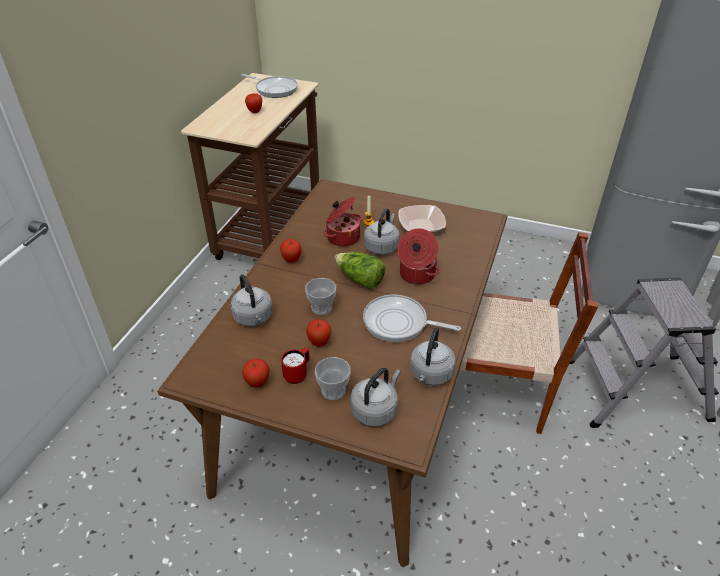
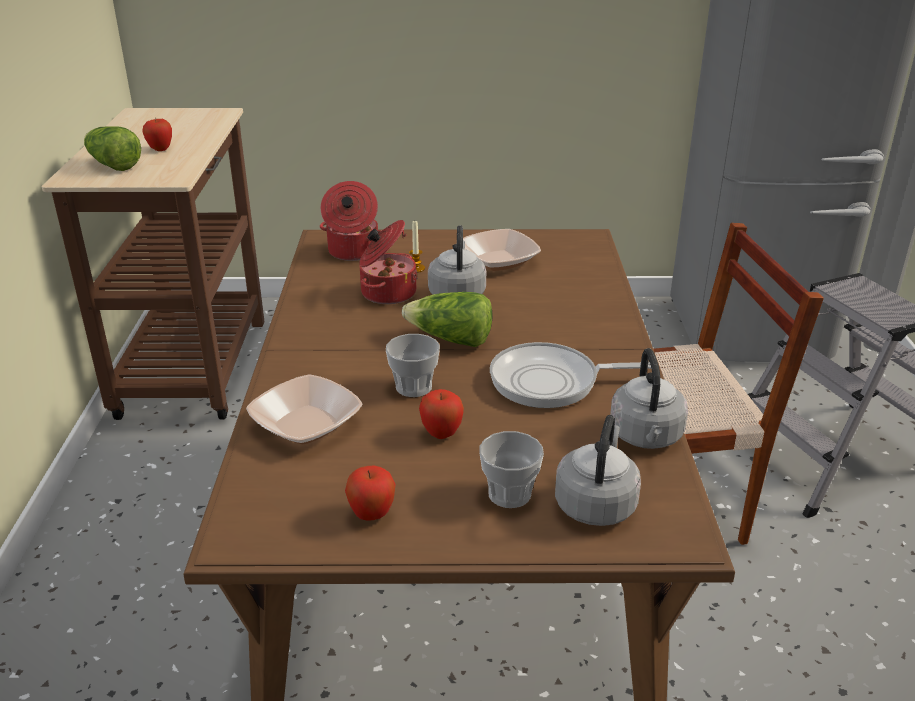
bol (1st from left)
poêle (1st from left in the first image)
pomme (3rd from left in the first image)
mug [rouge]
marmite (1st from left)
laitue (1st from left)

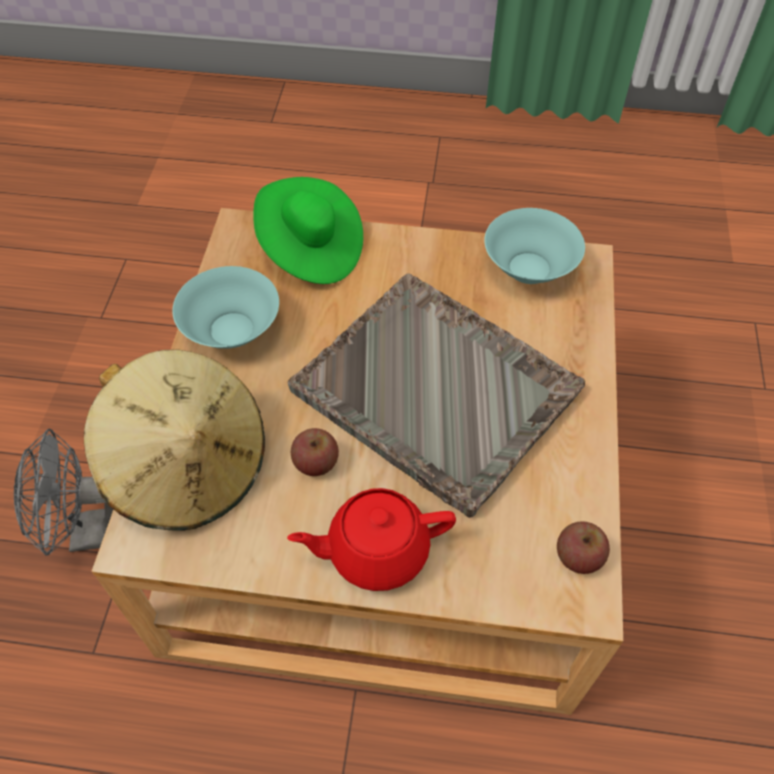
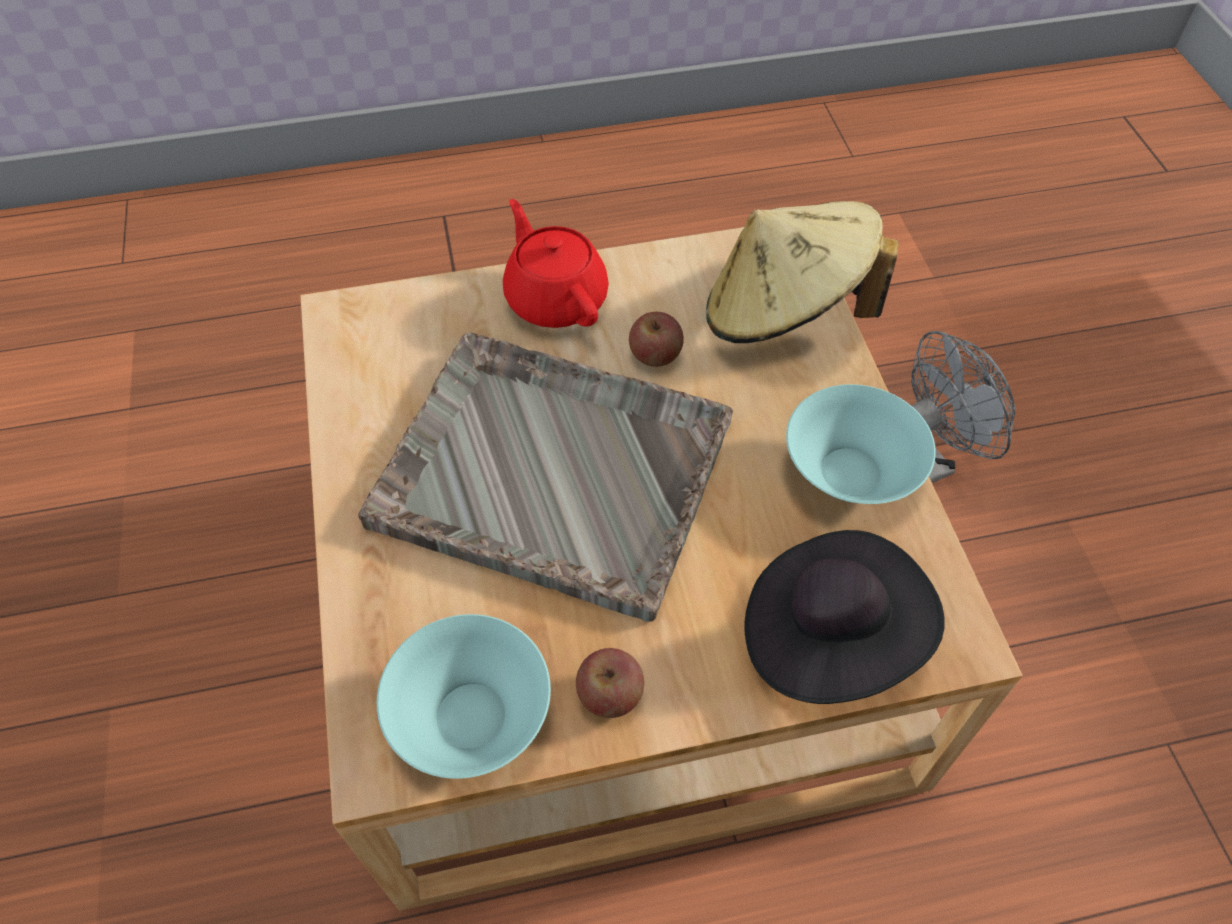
chapeau [noir]
théière [rouge]
pomme (1st from left)

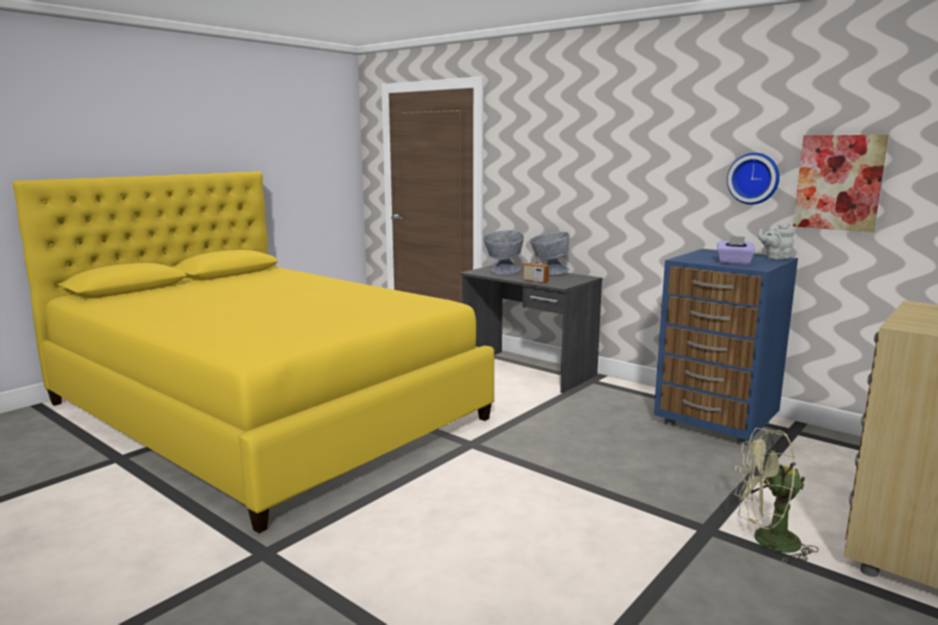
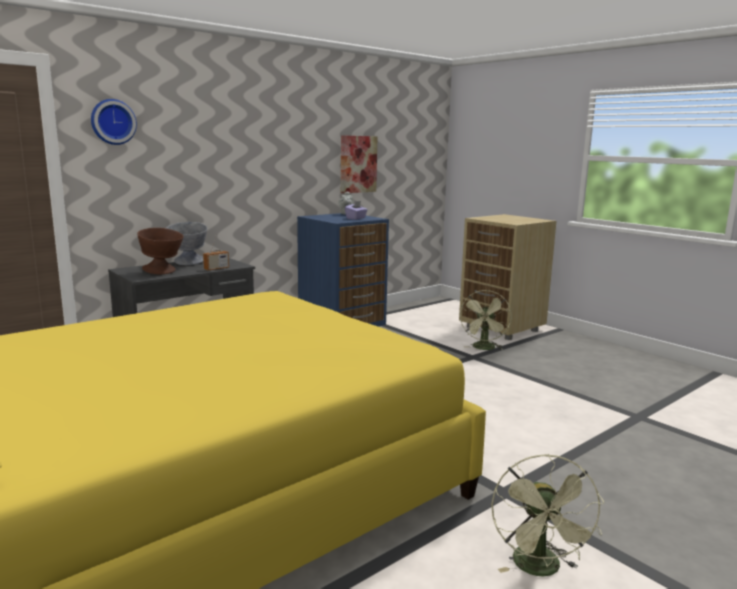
bol [marron]
horloge murale
ventilateur [vert] (2nd from left)

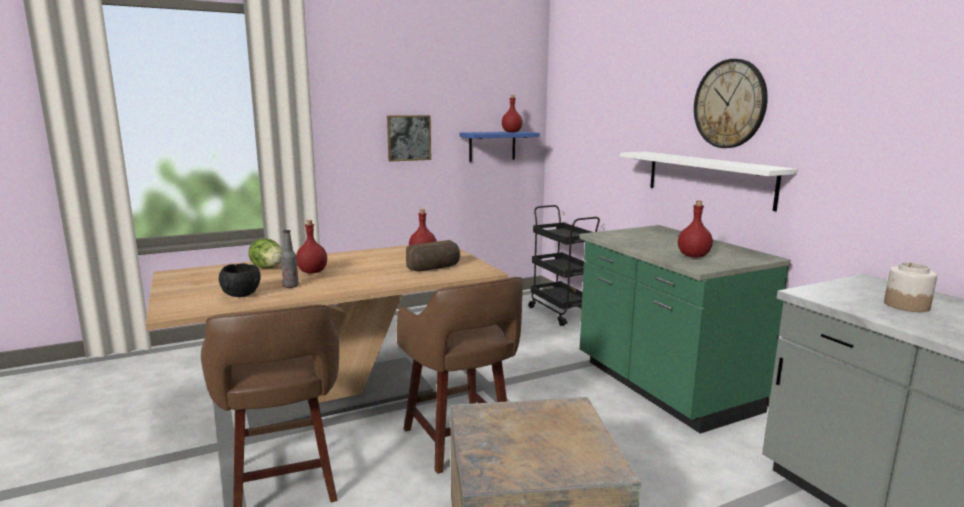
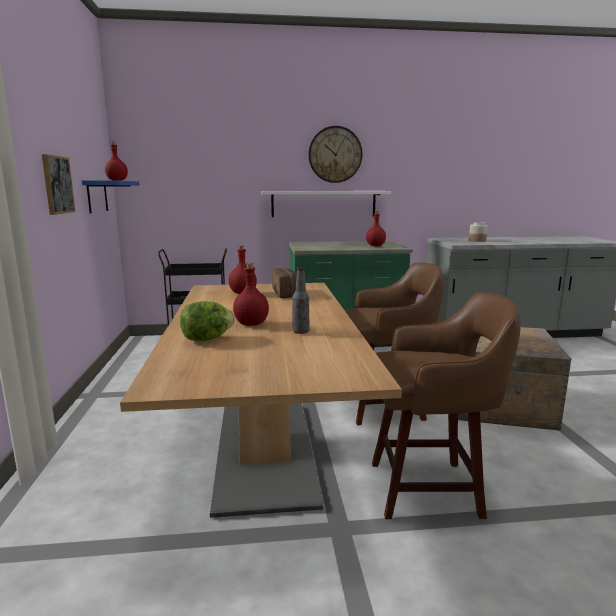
bol [noir]

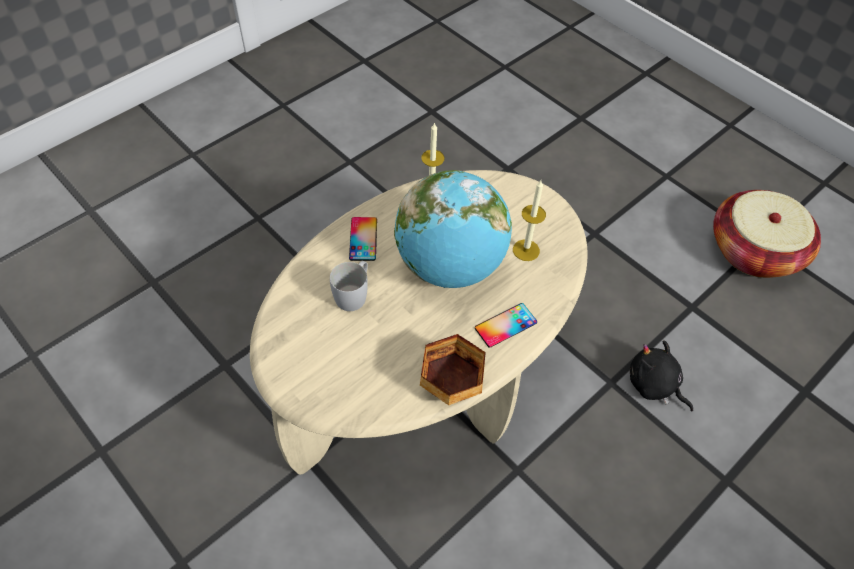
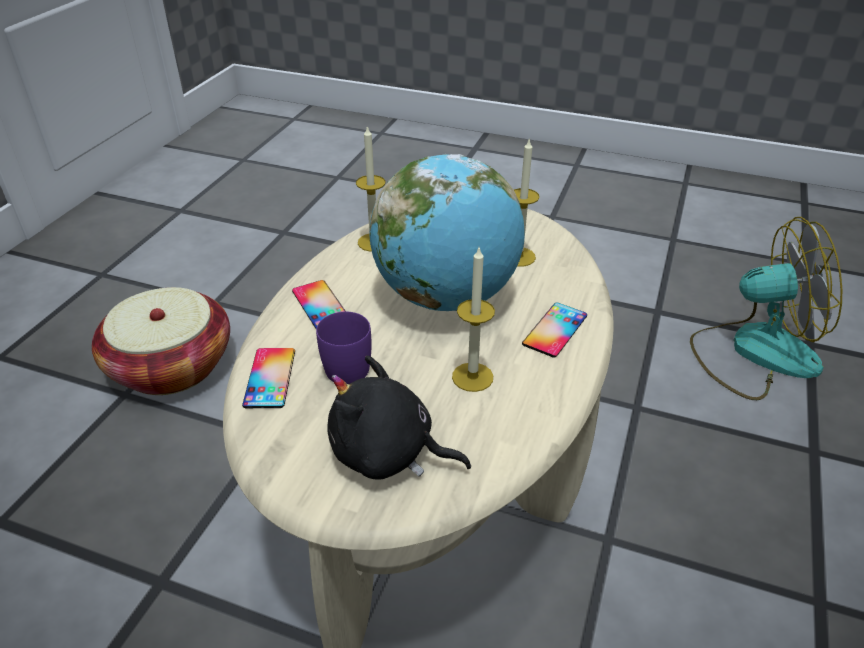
mug [violet]
bol
peluche [noir]
panier
téléphone (1st from left)
bougie (2nd from left)
ventilateur

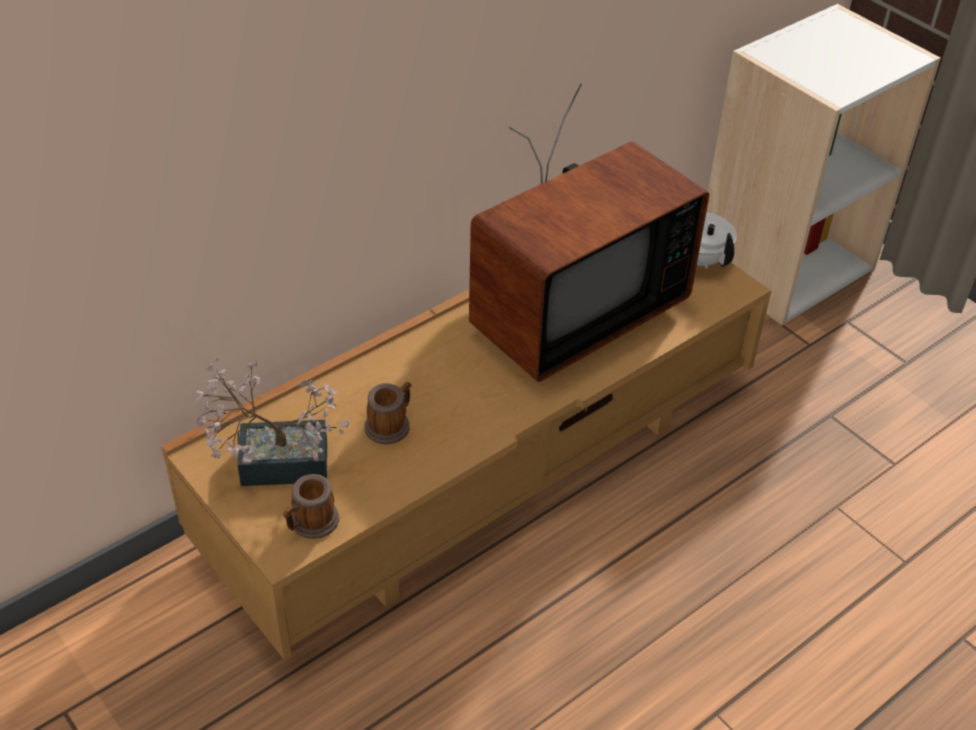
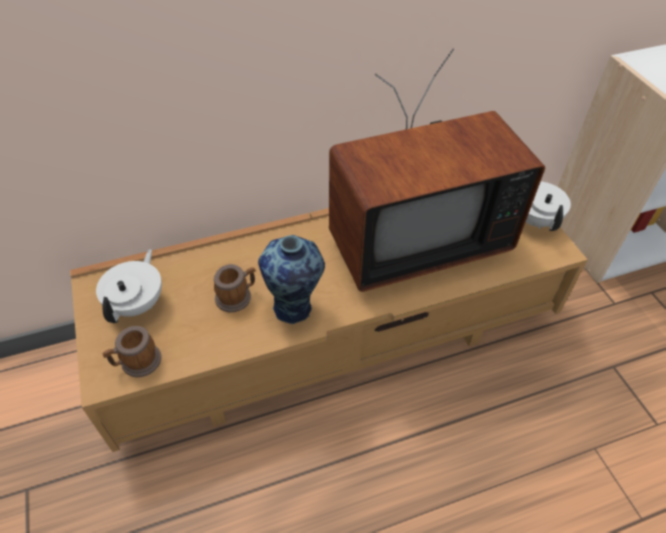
théière [blanc] (1st from left)
vase

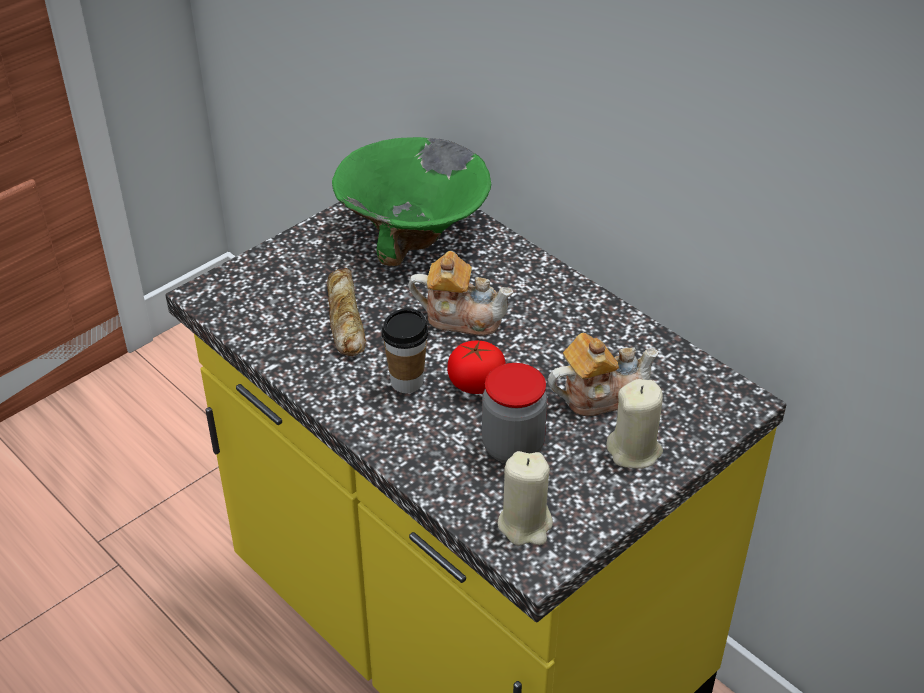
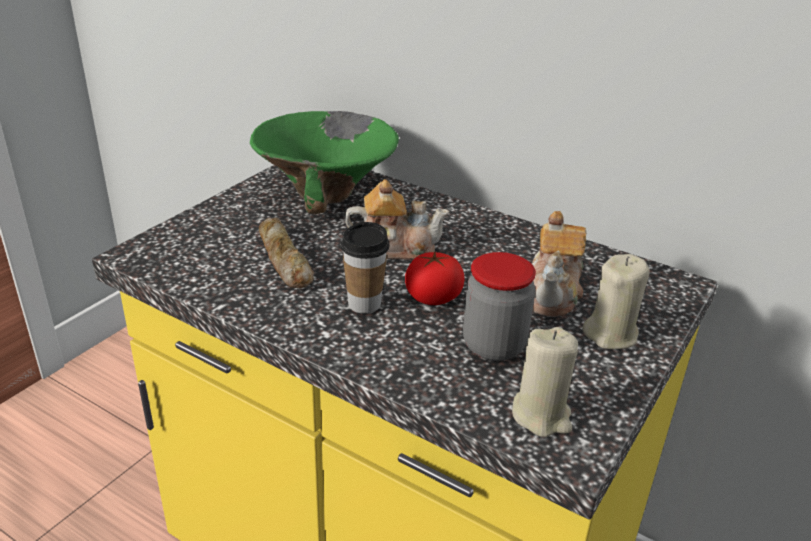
théière (2nd from left)

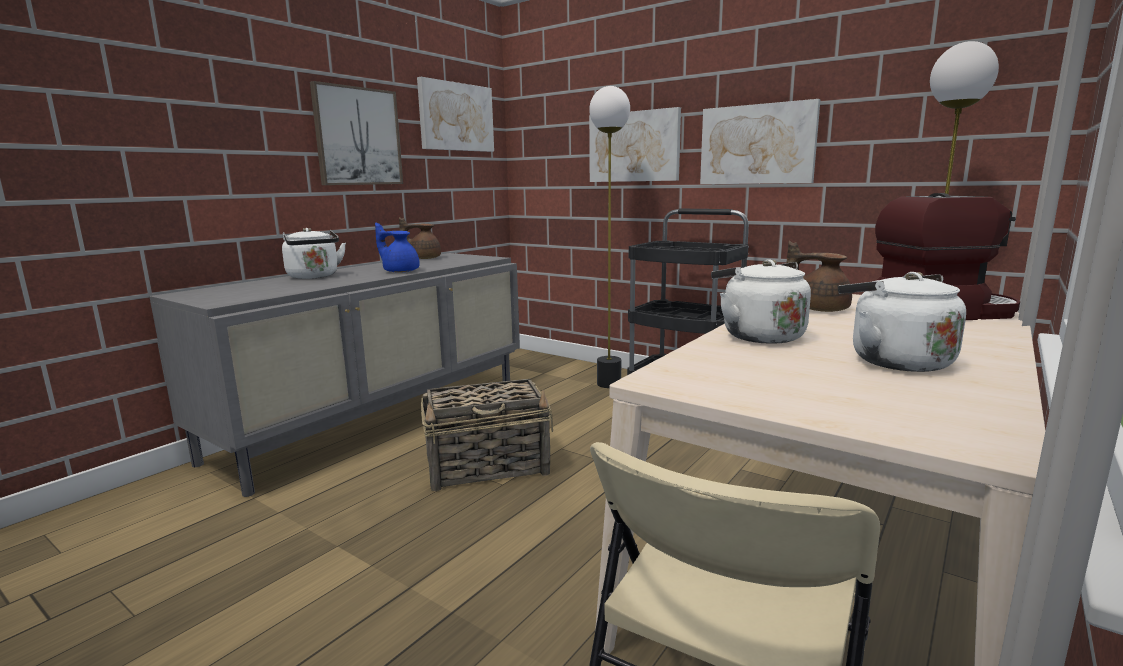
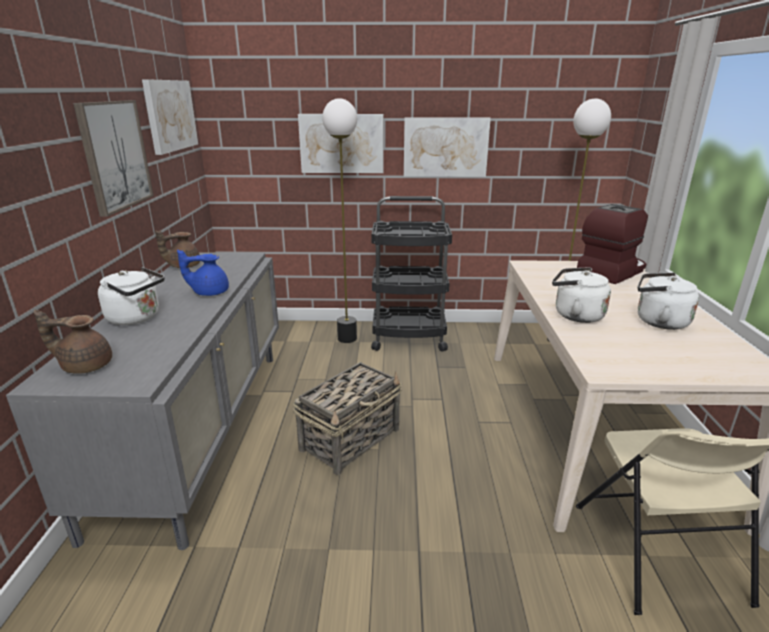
théière [marron] (1st from left)

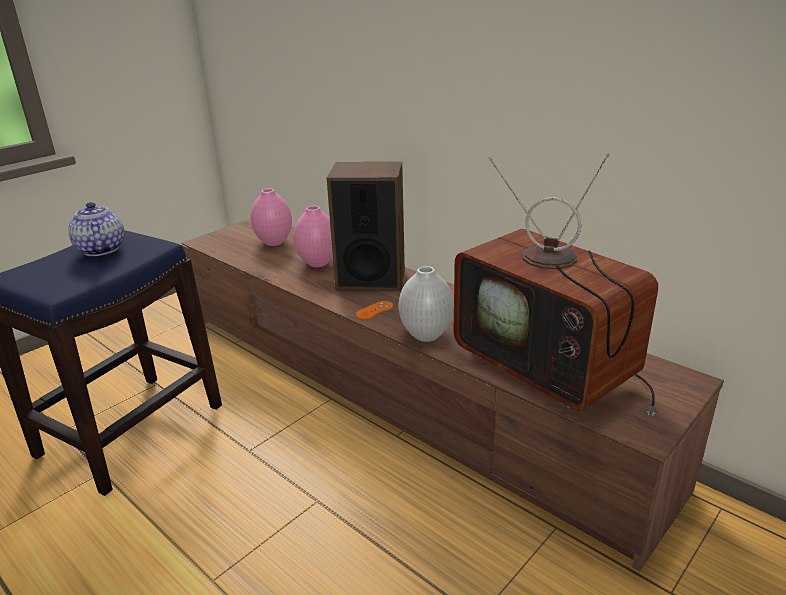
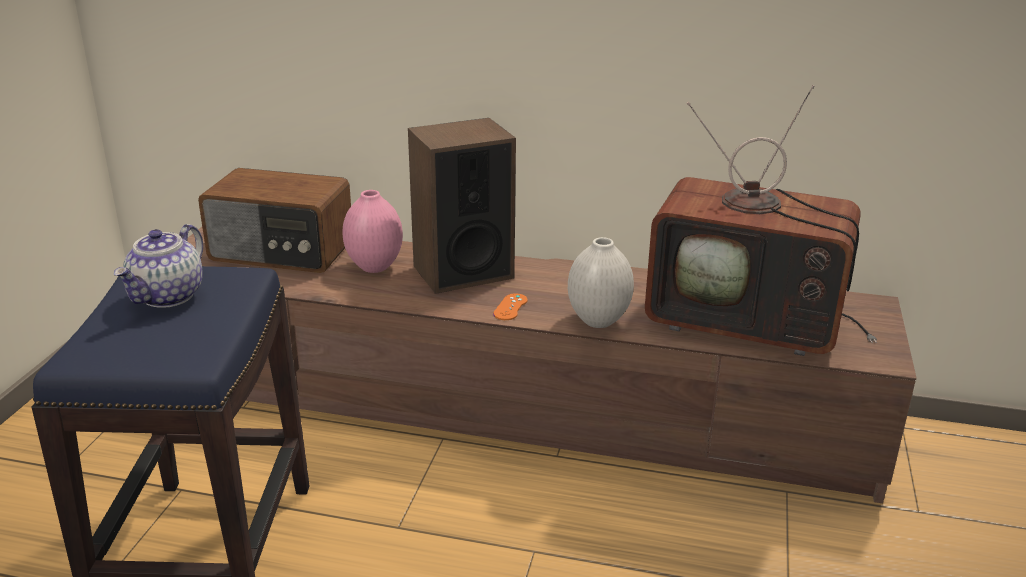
théière
radio

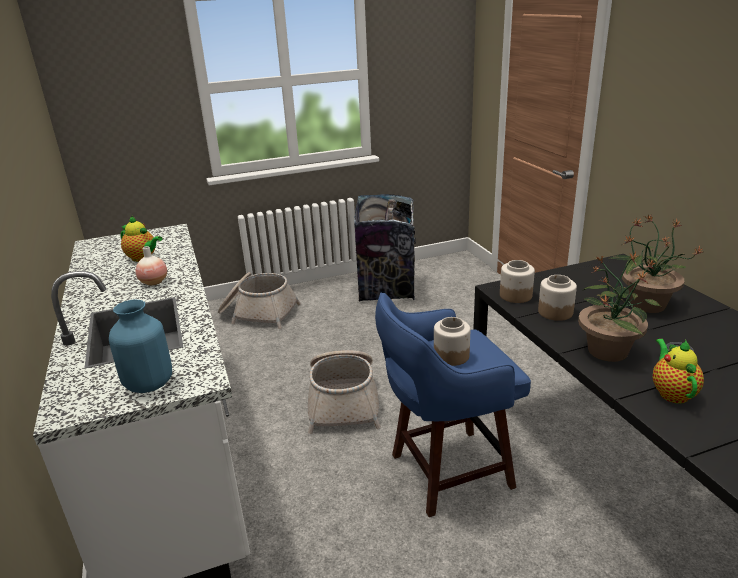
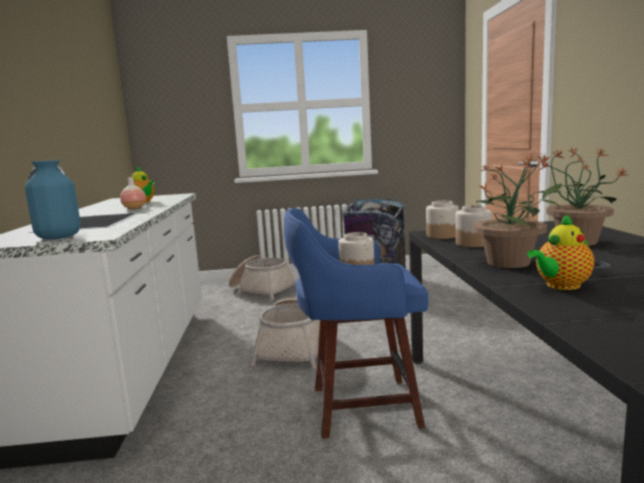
théière (2nd from left)

